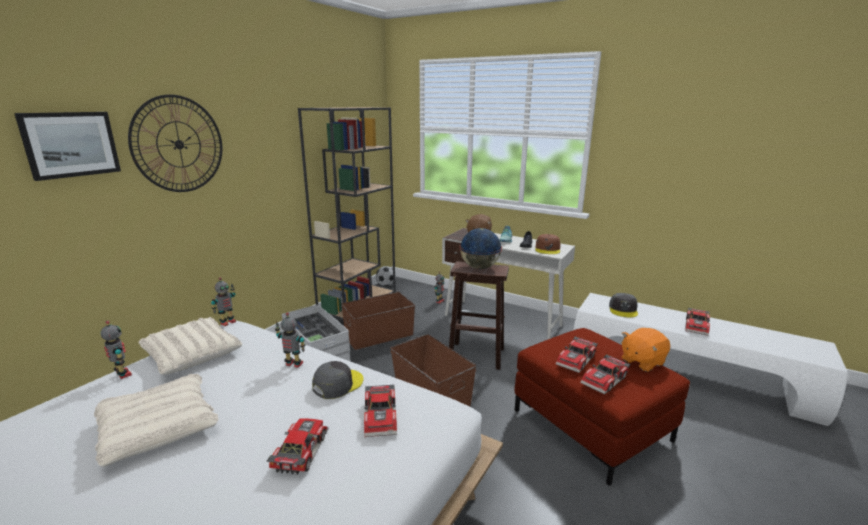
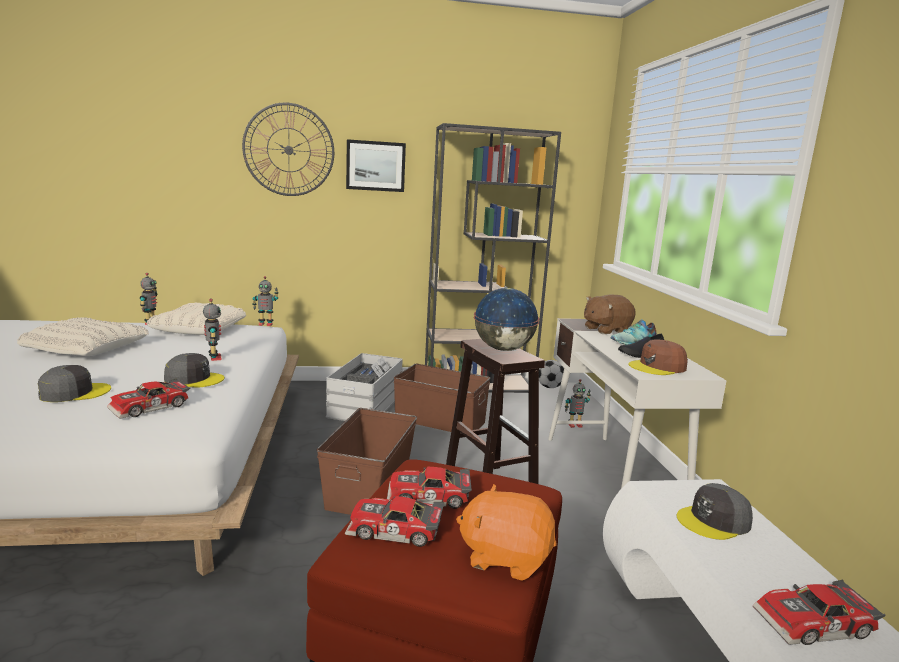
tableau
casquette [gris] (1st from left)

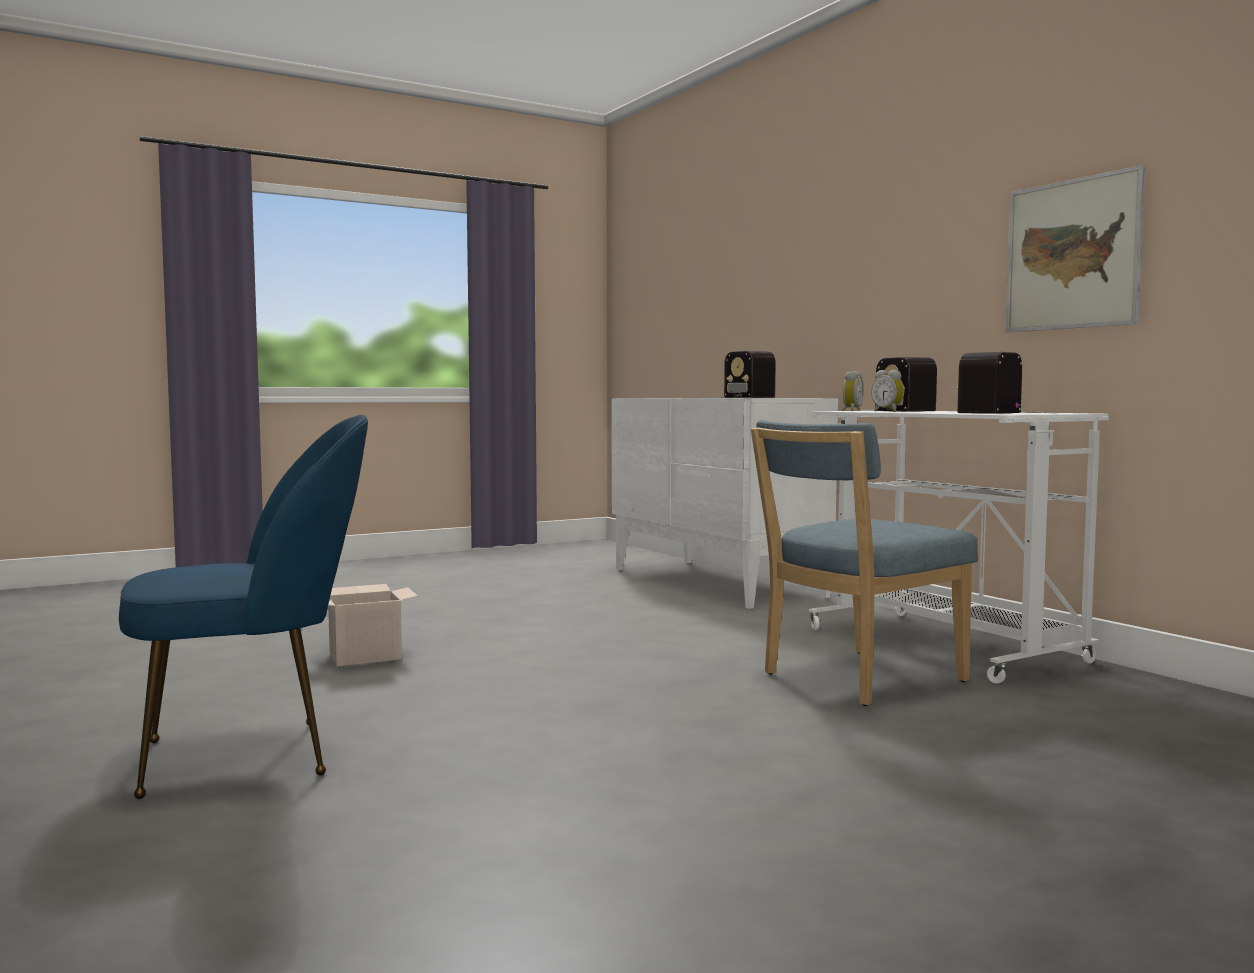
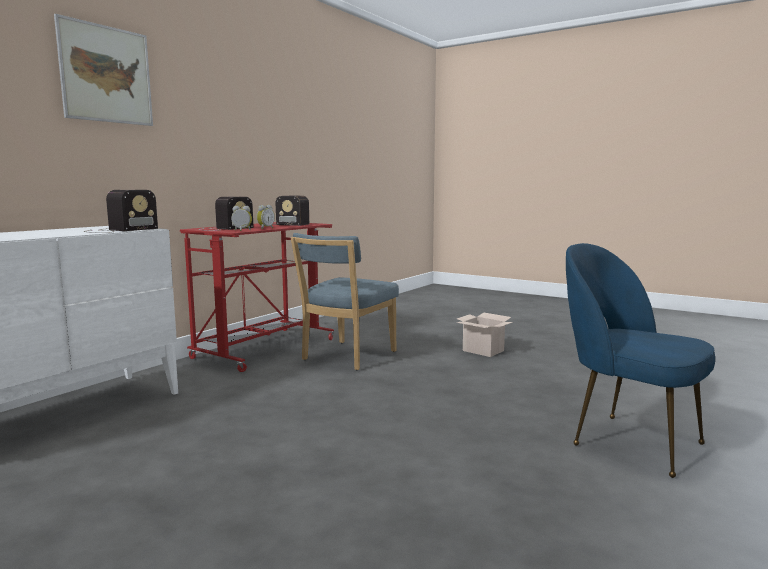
carton
chaise [bleu] (1st from left)
bureau [rouge]
tableau

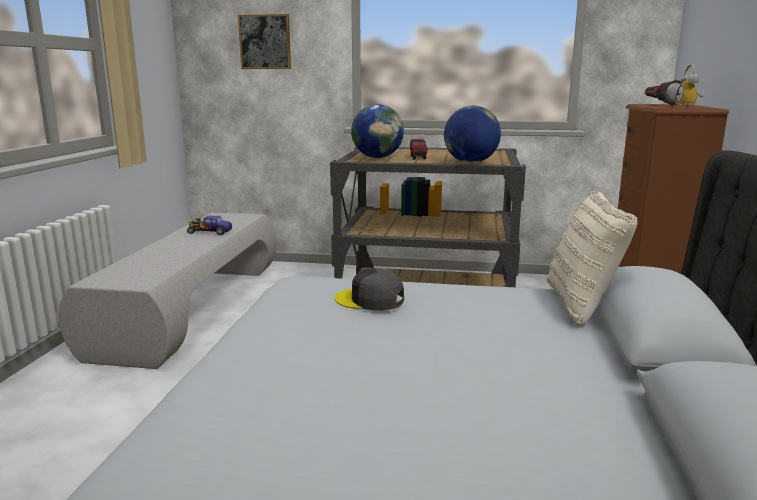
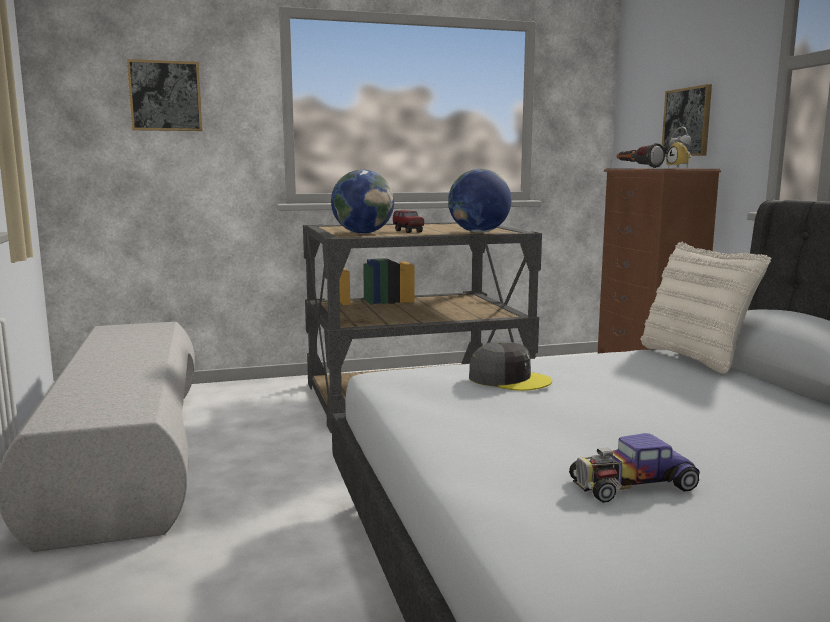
petite voiture
casquette [gris]
tableau (2nd from left)

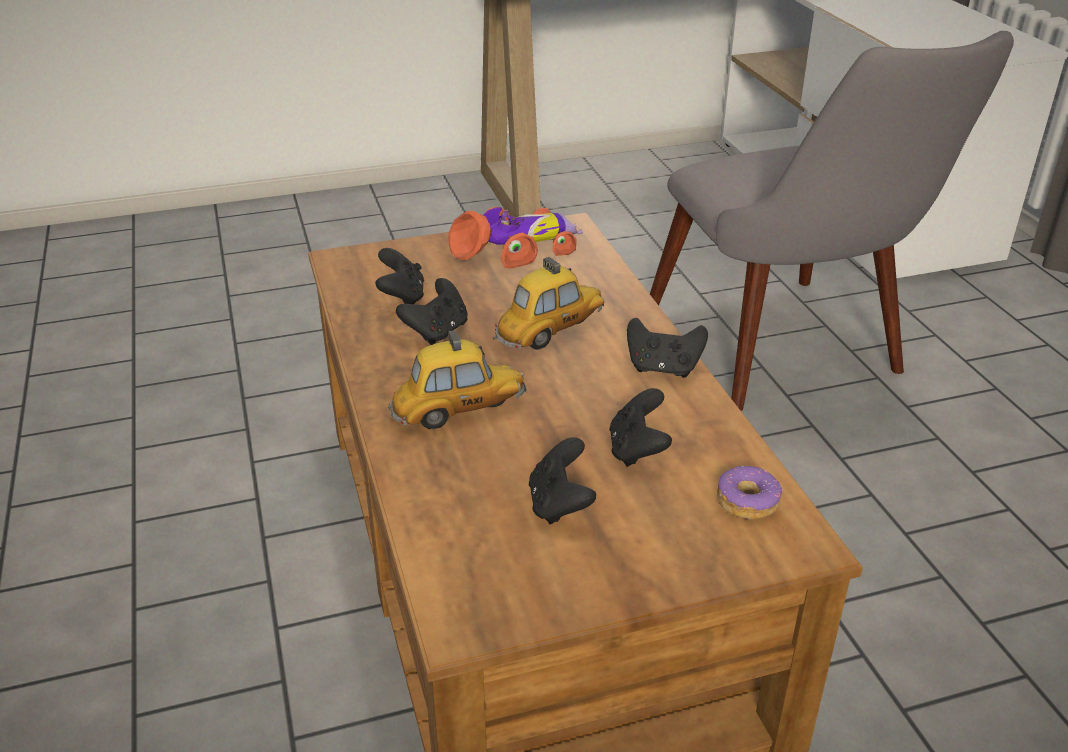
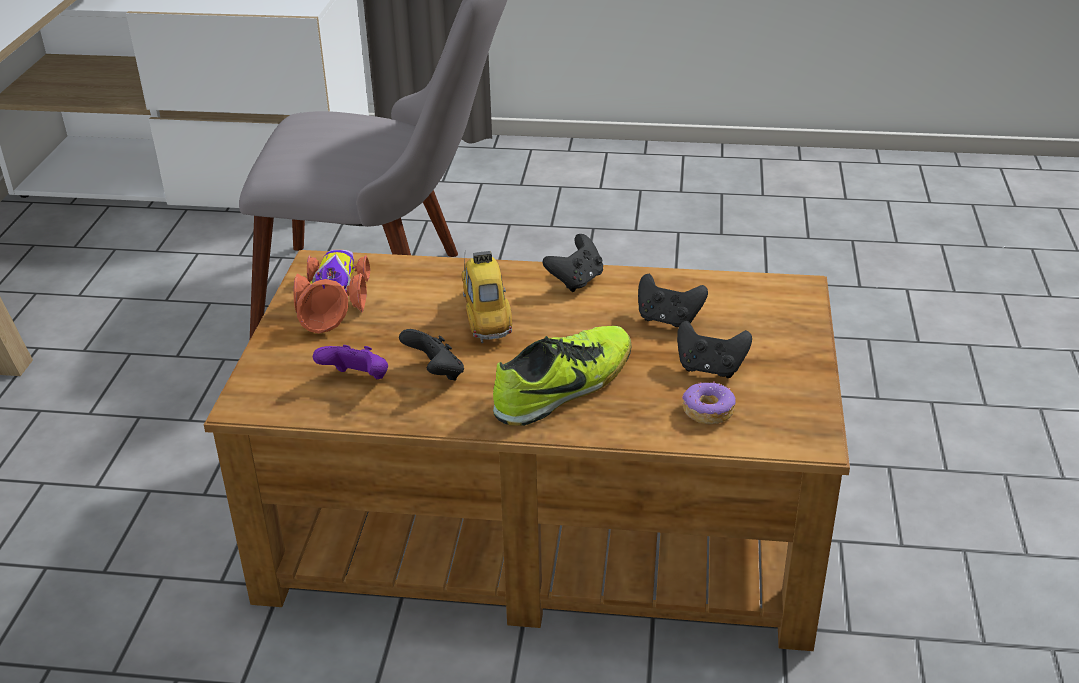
manette [violet]
chaussure
beignet

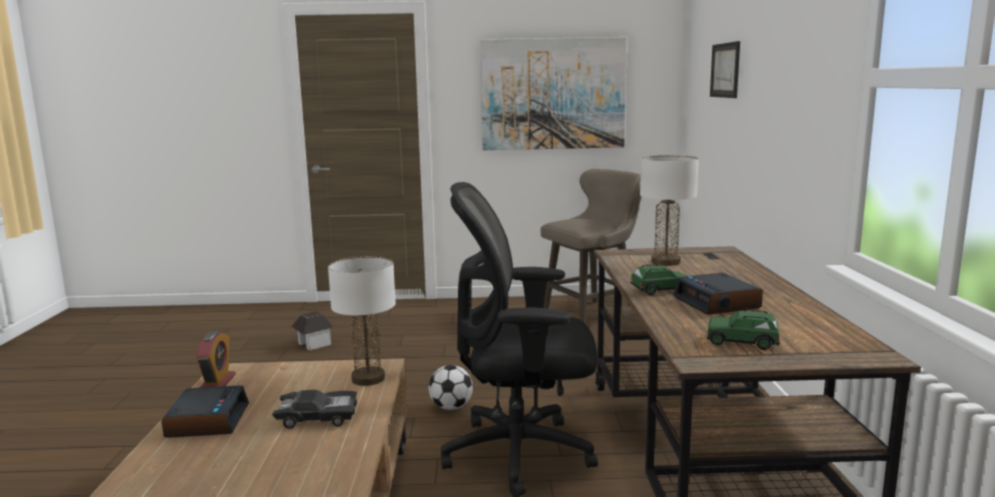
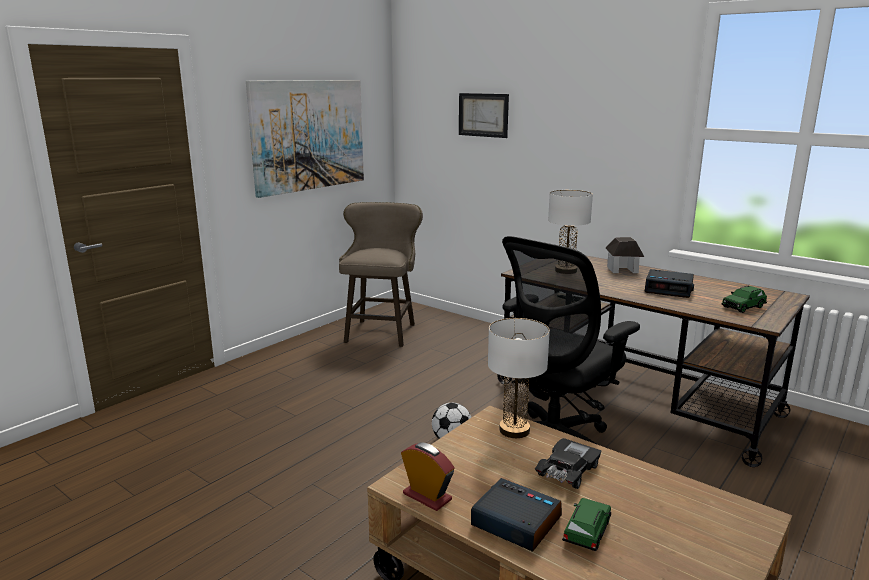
maison miniature
petite voiture [vert] (1st from left)

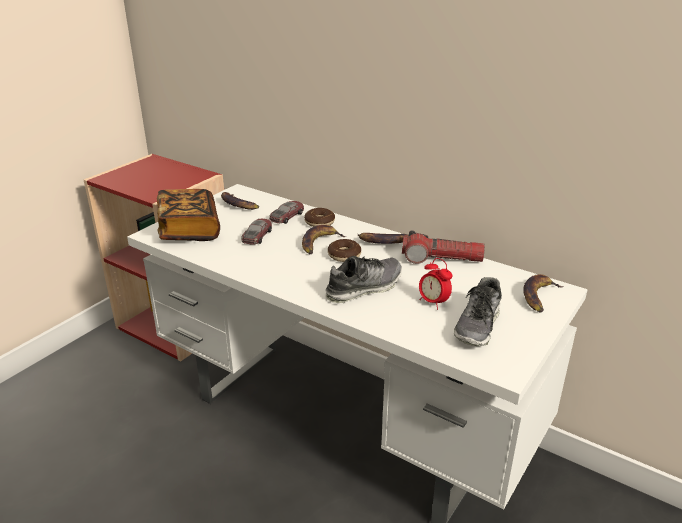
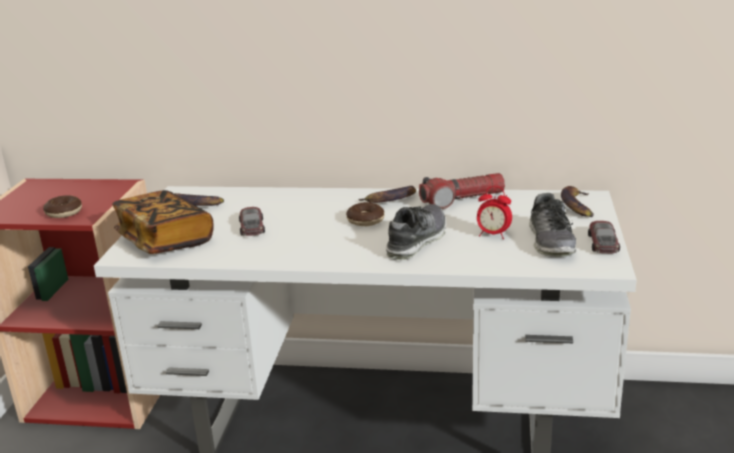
petite voiture (2nd from left)
banane (2nd from left in the first image)
beignet (1st from left)

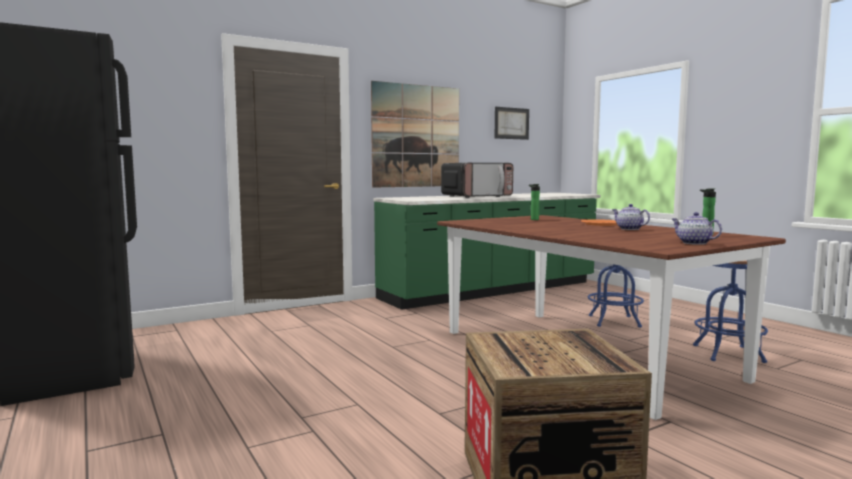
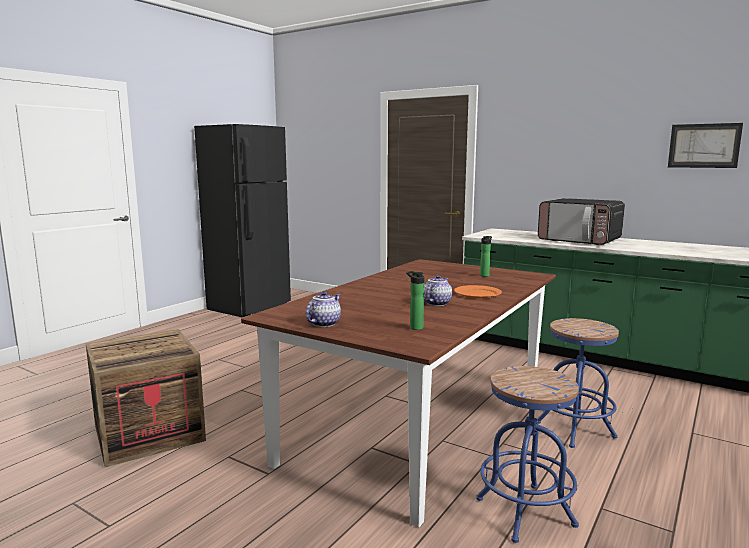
tableau (1st from left in the first image)

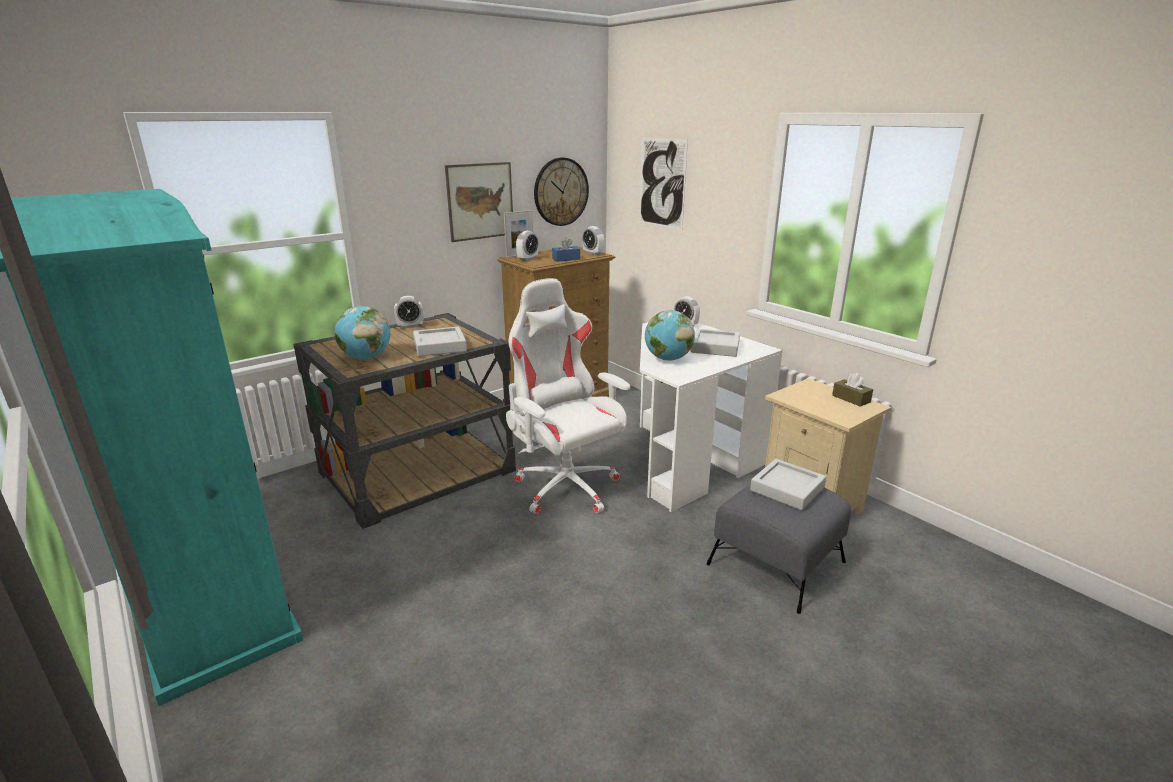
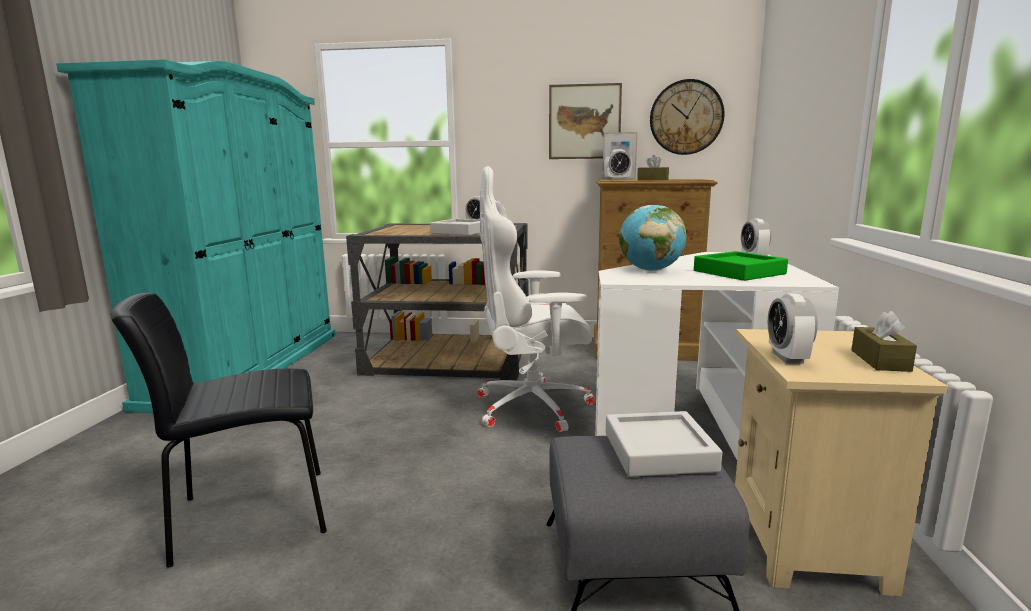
globe (1st from left in the first image)
chaise de bureau [blanc]
boîte à mouchoirs [marron] (1st from left)
réveil (4th from left)
tableau (2nd from left in the first image)
plateau [vert]
chaise [noir]

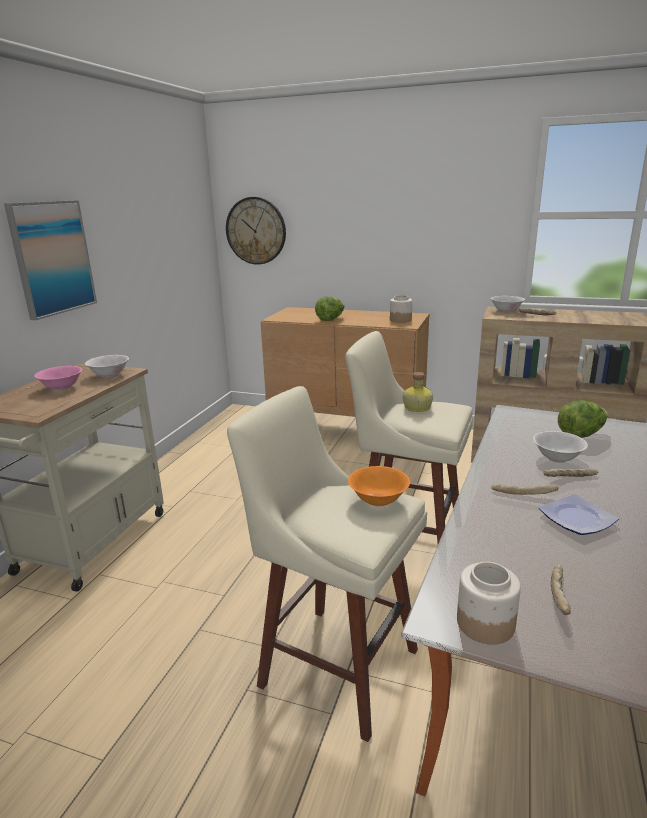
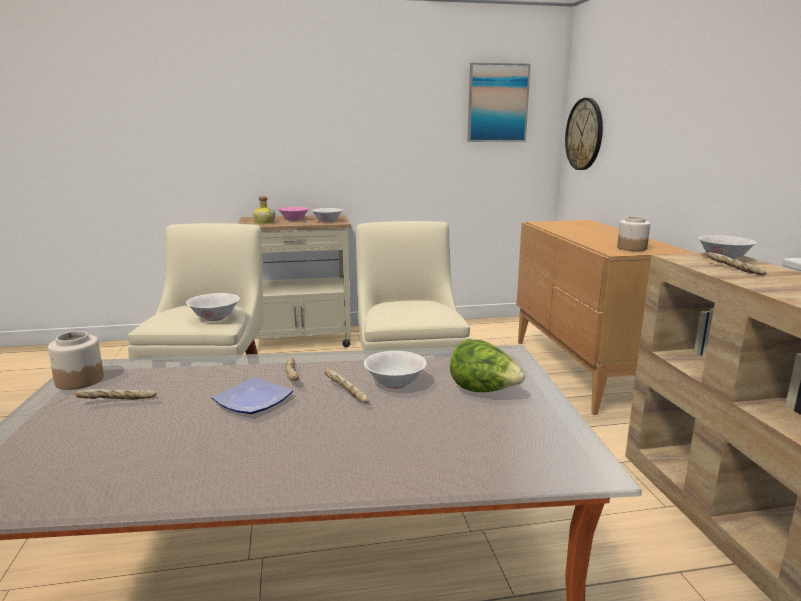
tableau
laitue (1st from left in the first image)
bol [blanc] (1st from left)
bouteille

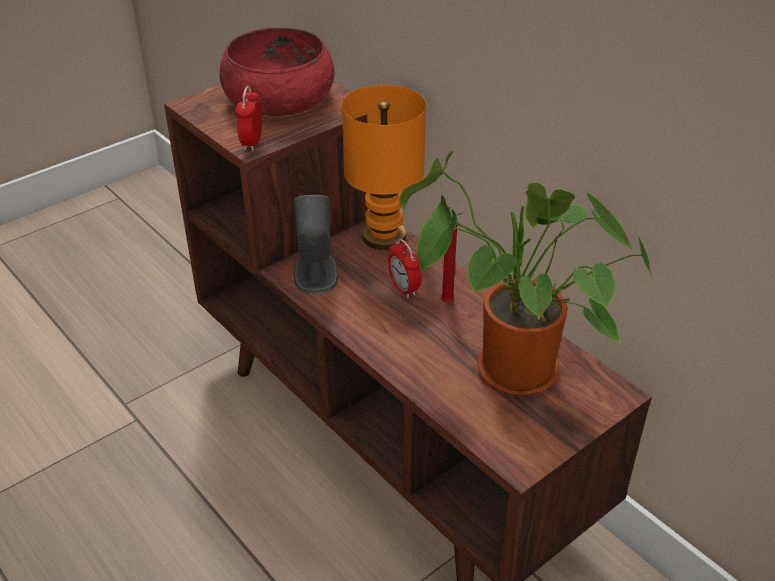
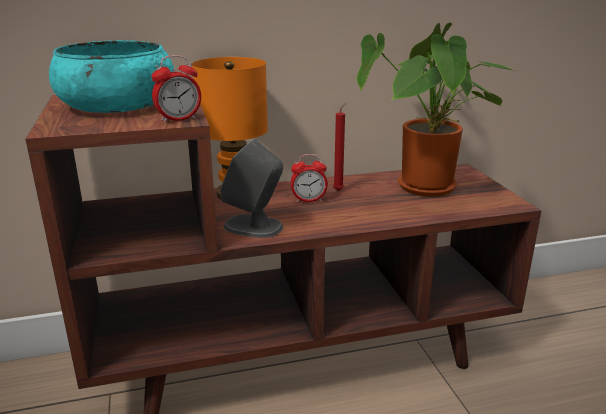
bol [turquoise]
réveil (1st from left)

